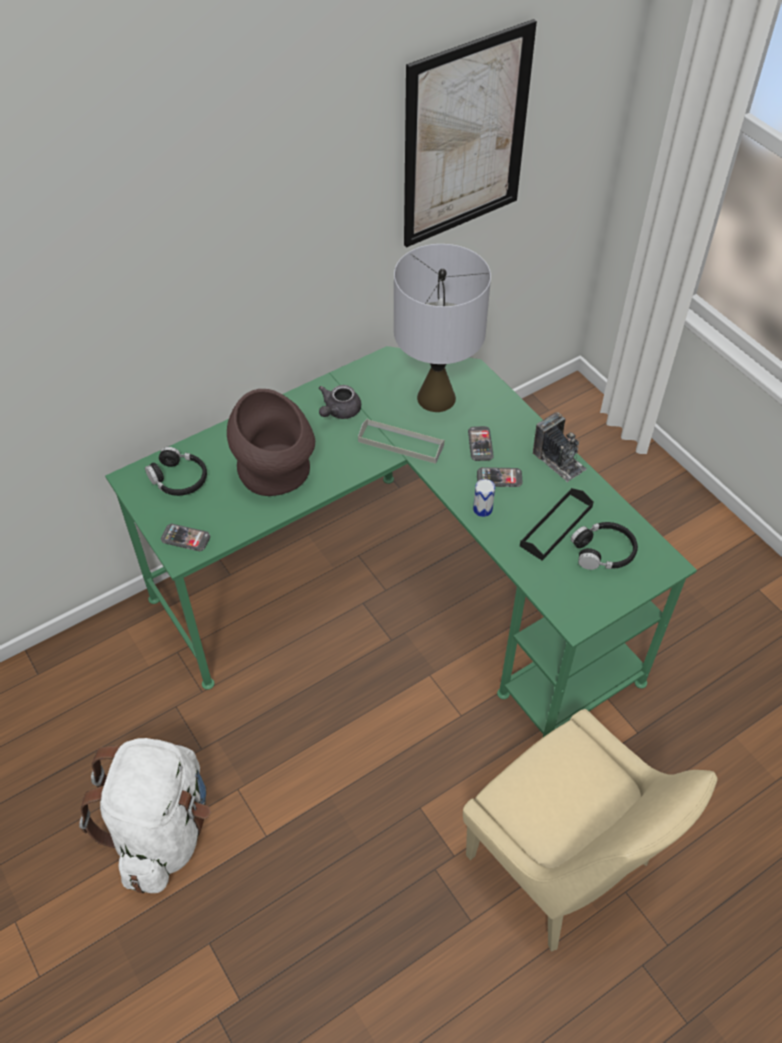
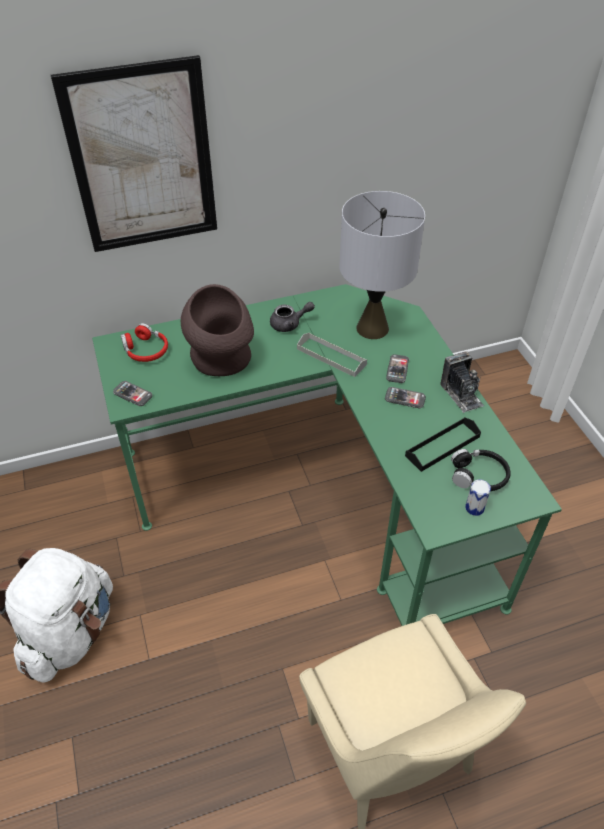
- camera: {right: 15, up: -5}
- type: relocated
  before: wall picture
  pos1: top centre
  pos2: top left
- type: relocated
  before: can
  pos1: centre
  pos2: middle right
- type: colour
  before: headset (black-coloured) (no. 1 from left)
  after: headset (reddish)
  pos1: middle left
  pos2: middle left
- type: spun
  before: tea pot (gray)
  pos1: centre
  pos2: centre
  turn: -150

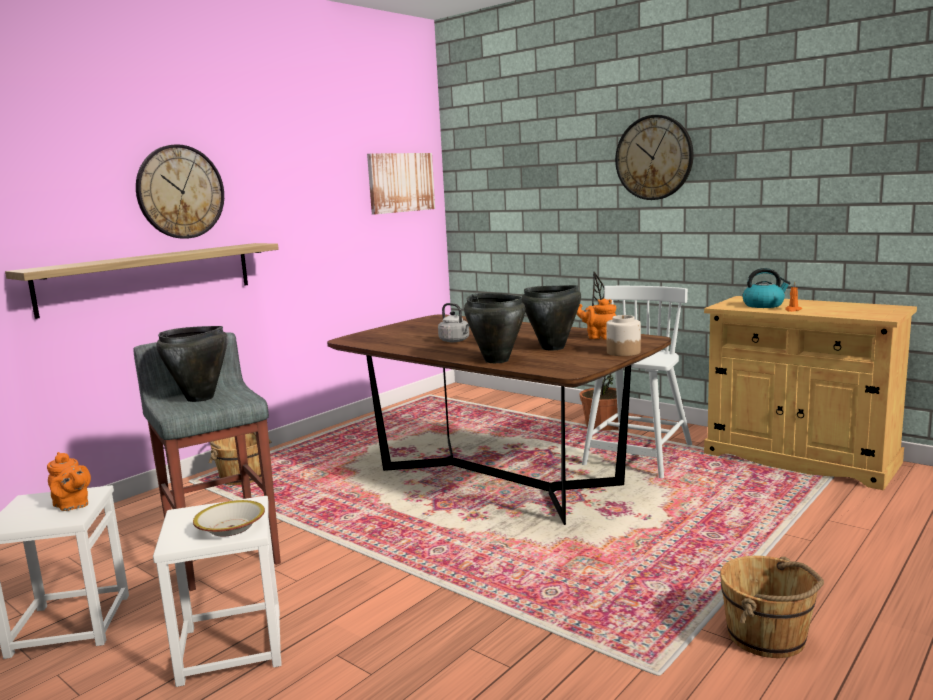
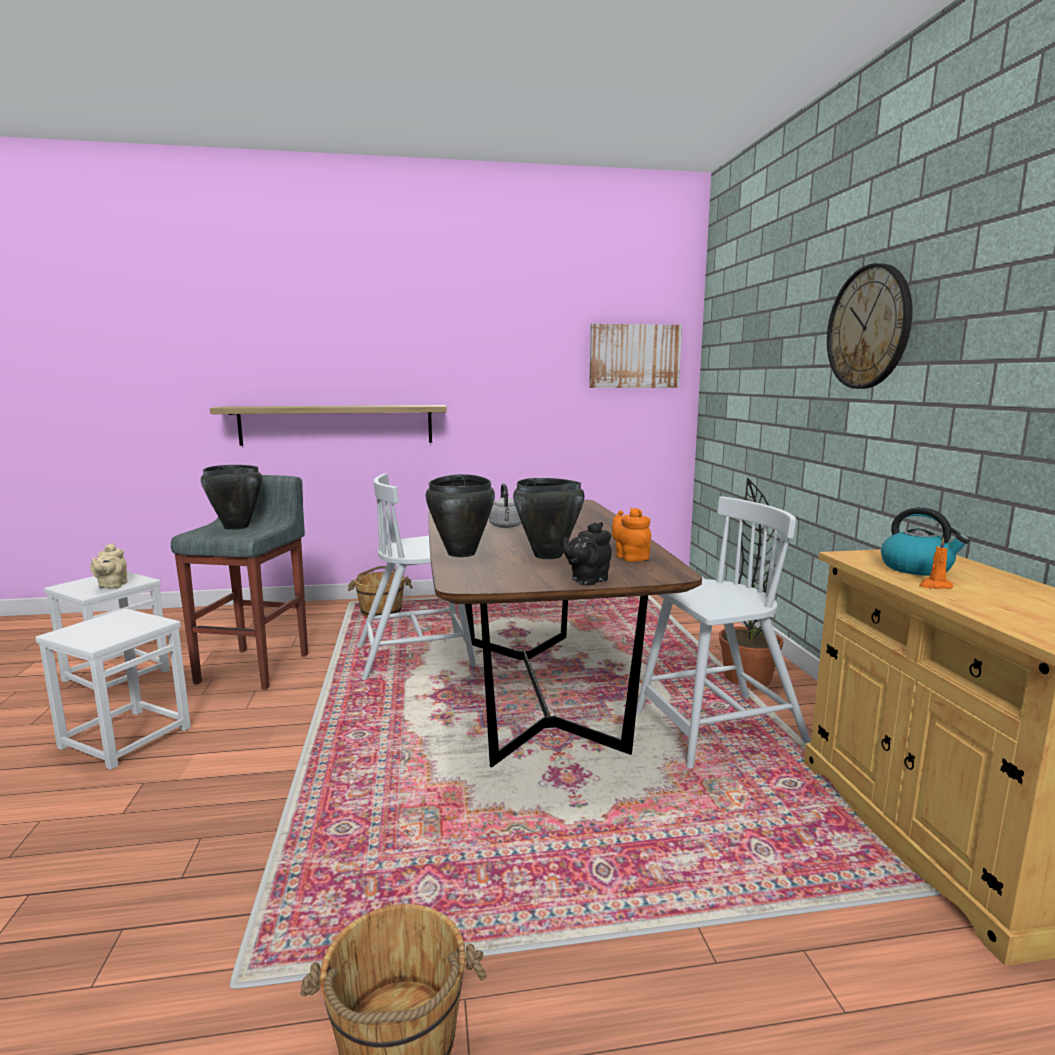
- camera: {right: 40, up: 0}
- type: missing
  before: hanging clock (no. 1 from left)
  pos1: top left
- type: missing
  before: serving bowl
  pos1: bottom left
- type: appeared
  after: plain chair (whitish) (no. 1 from left)
  pos2: centre
- type: exchanged
  before: preserve jar
  after: tea pot (black-coloured)
  pos1: middle right
  pos2: centre
- type: colour
  before: tea pot (orange-coloured) (no. 1 from left)
  after: tea pot (sand-coloured)
  pos1: bottom left
  pos2: middle left

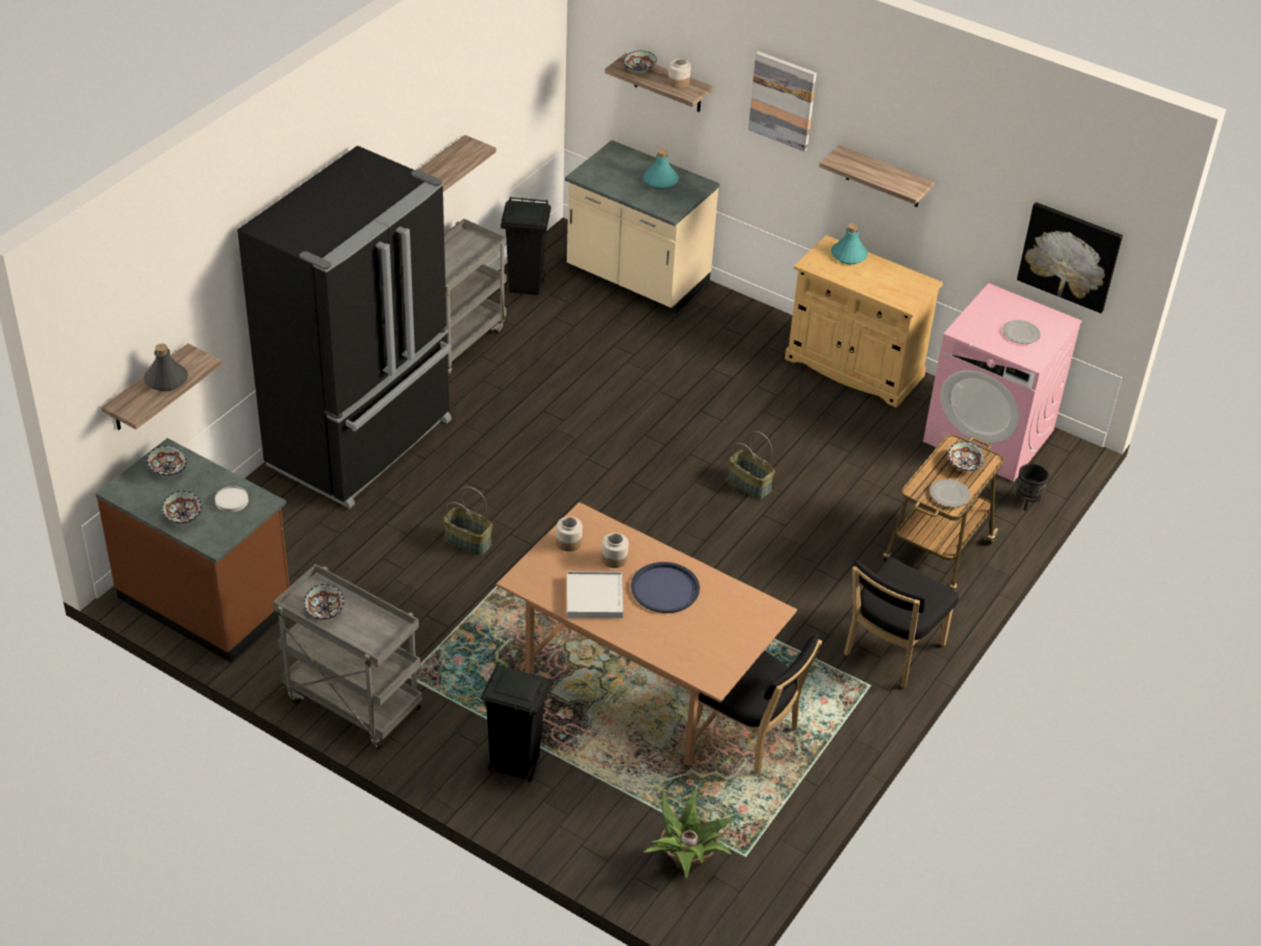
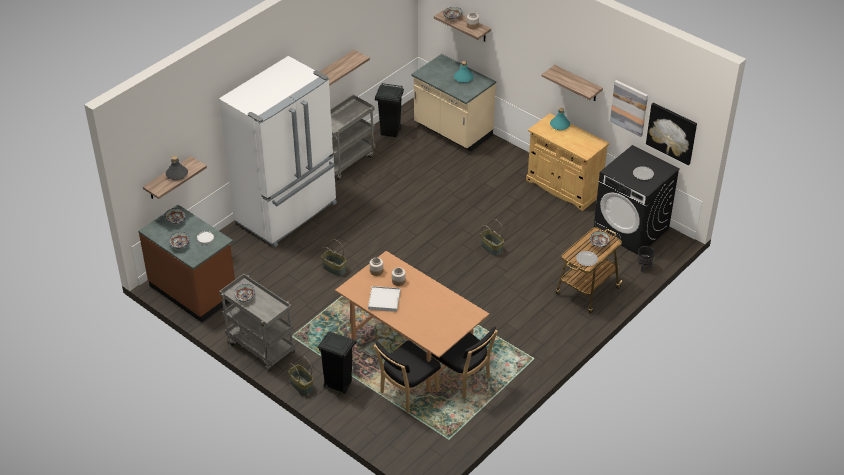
- camera: {right: 10, up: 0}
- type: missing
  before: carrying tray (blue)
  pos1: centre
- type: missing
  before: plant in a pot
  pos1: bottom centre
- type: appeared
  after: basket (no. 1 from left)
  pos2: bottom centre
- type: relocated
  before: wall picture (no. 1 from left)
  pos1: top centre
  pos2: top right
- type: relocated
  before: plain chair (black-coloured) (no. 2 from left in the first image)
  after: plain chair (black-coloured) (no. 1 from left)
  pos1: middle right
  pos2: bottom centre
- type: colour
  before: kitchen fridge (black-coloured)
  after: kitchen fridge (whitish)
  pos1: middle left
  pos2: top left
- type: colour
  before: washing machine (pink)
  after: washing machine (black-coloured)
  pos1: middle right
  pos2: middle right

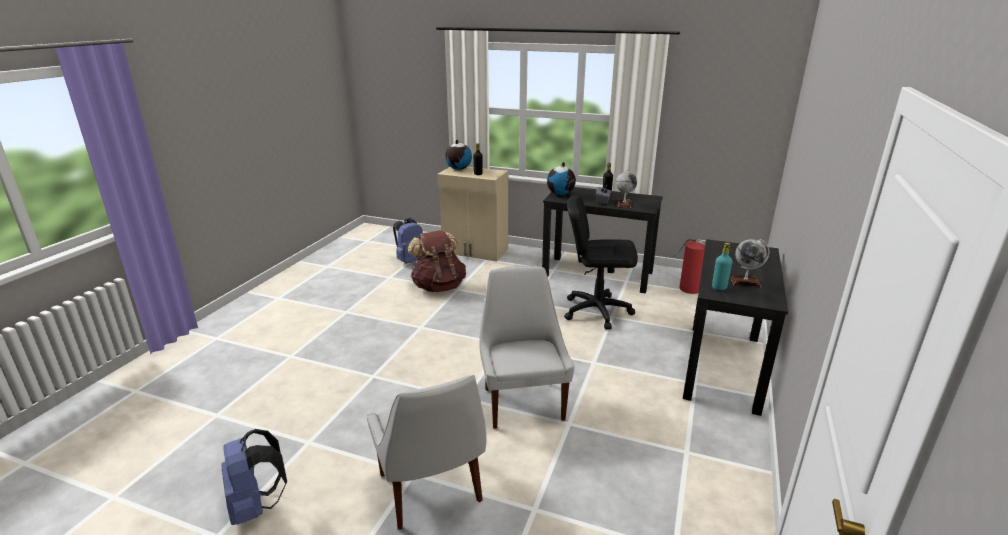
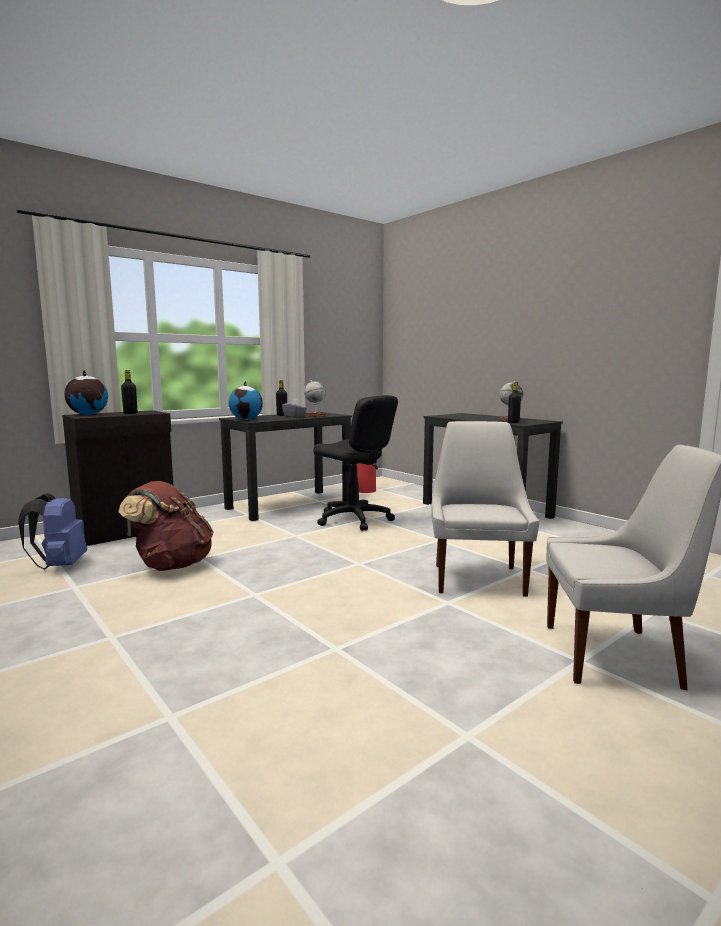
- camera: {right: -60, up: -15}
- type: missing
  before: knapsack (blue) (no. 1 from left)
  pos1: bottom left
- type: colour
  before: cabinet (sand-coloured)
  after: cabinet (black-coloured)
  pos1: centre
  pos2: middle left
- type: colour
  before: drink bottle (turquoise)
  after: drink bottle (black-coloured) (no. 3 from left)
  pos1: middle right
  pos2: middle right
- type: spun
  before: plain chair (whitish) (no. 2 from left in the first image)
  pos1: centre
  pos2: middle right
  turn: 75
- type: spun
  before: computer chair (black-coloured)
  pos1: centre
  pos2: centre
  turn: -90

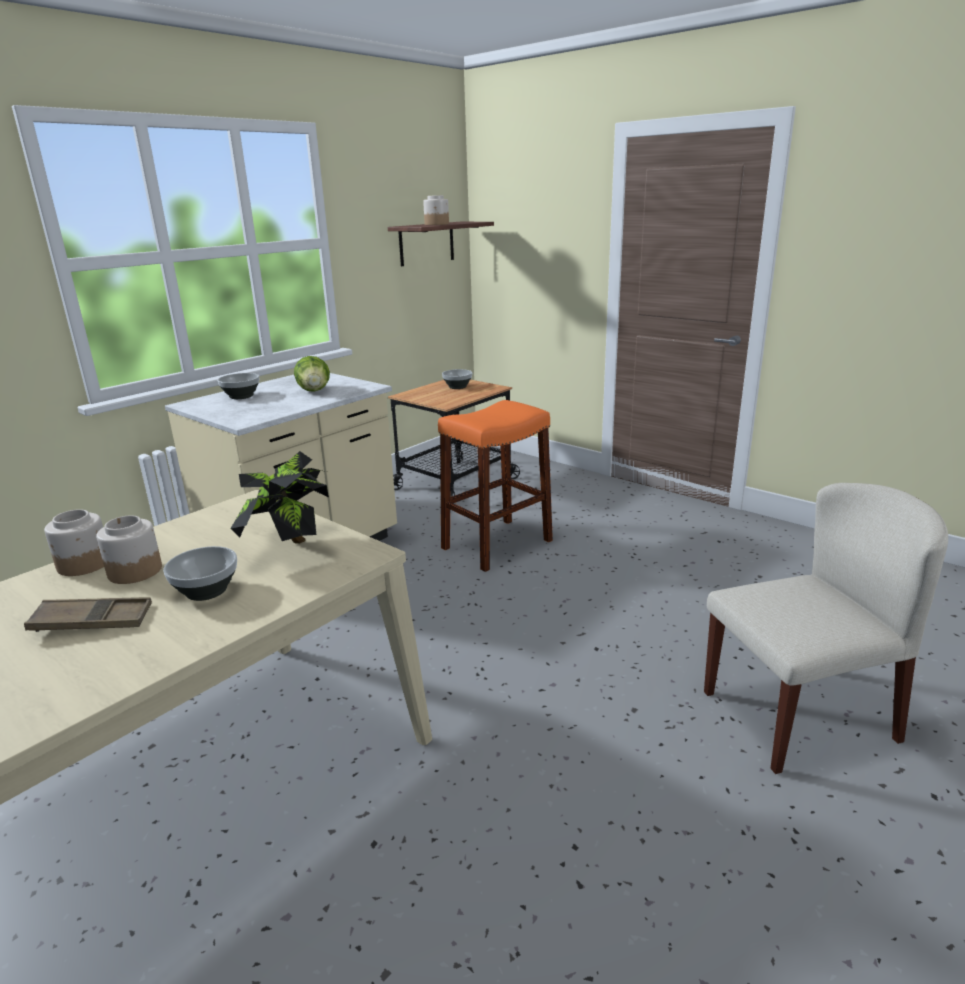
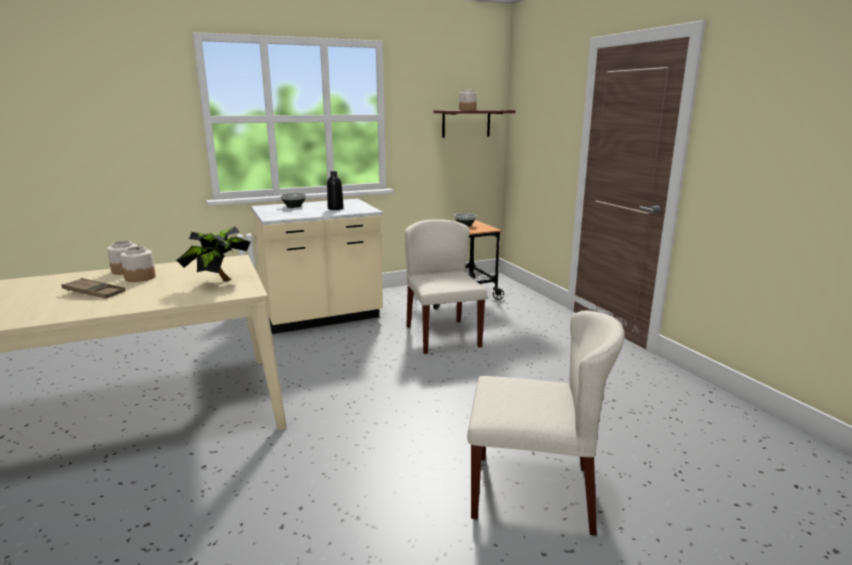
- camera: {right: 25, up: -5}
- type: missing
  before: serving bowl (no. 1 from left)
  pos1: middle left
- type: exchanged
  before: head of lettuce
  after: drink bottle (black-coloured)
  pos1: middle left
  pos2: centre
- type: exchanged
  before: stool seat (orange-coloured)
  after: plain chair (sand-coloured) (no. 1 from left)
  pos1: centre
  pos2: centre

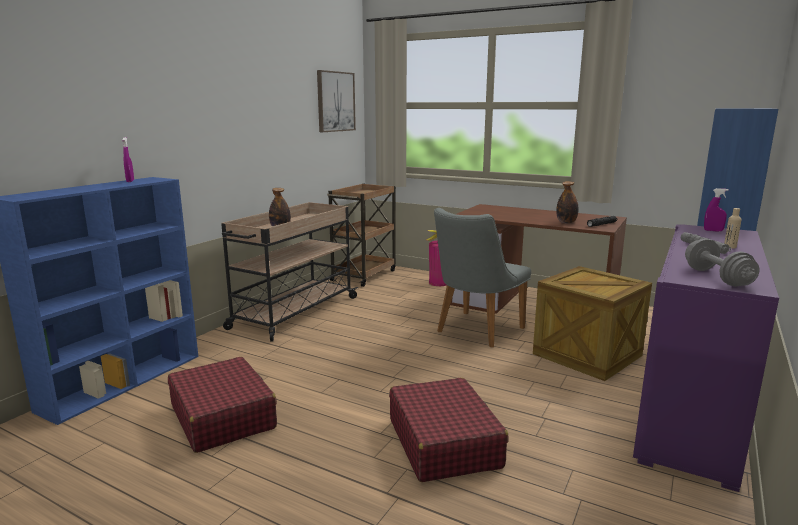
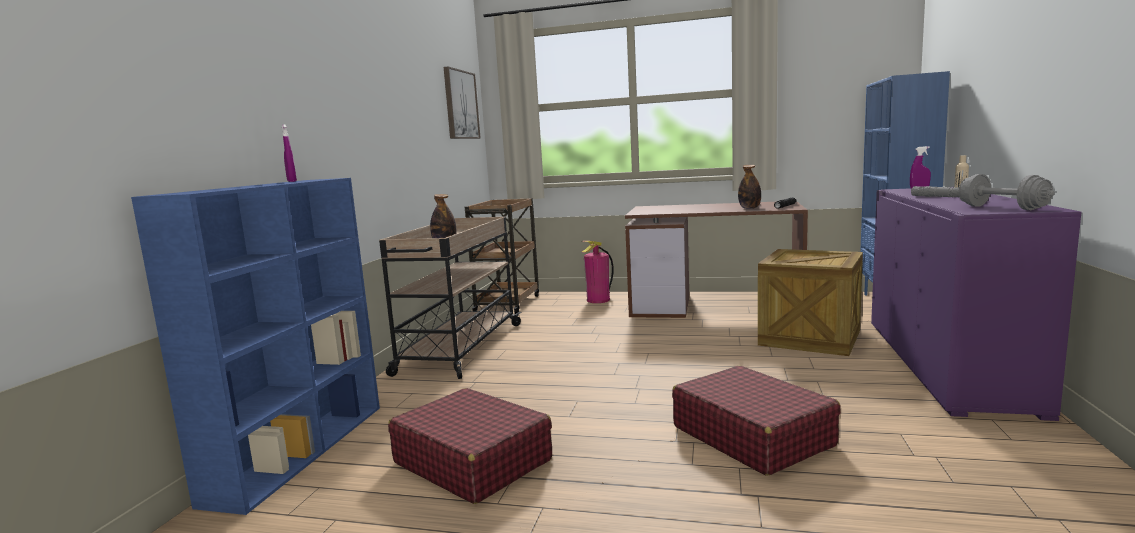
- camera: {right: -15, up: -5}
- type: missing
  before: plain chair (gray)
  pos1: centre

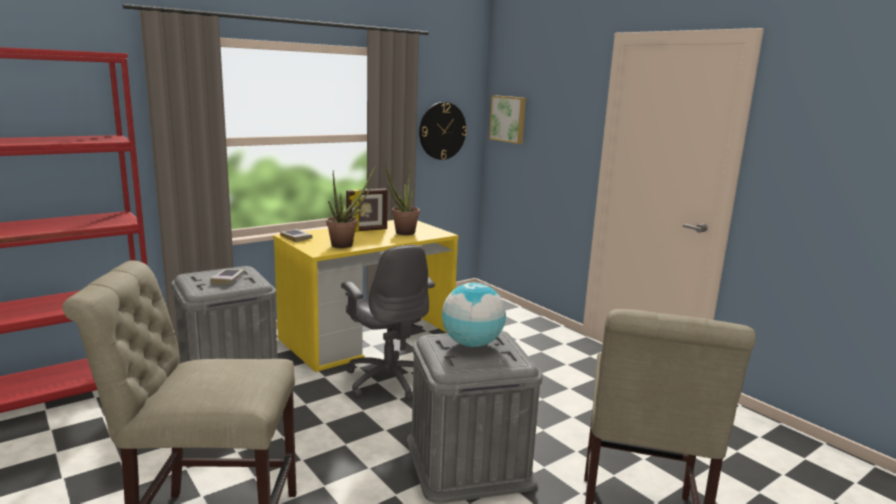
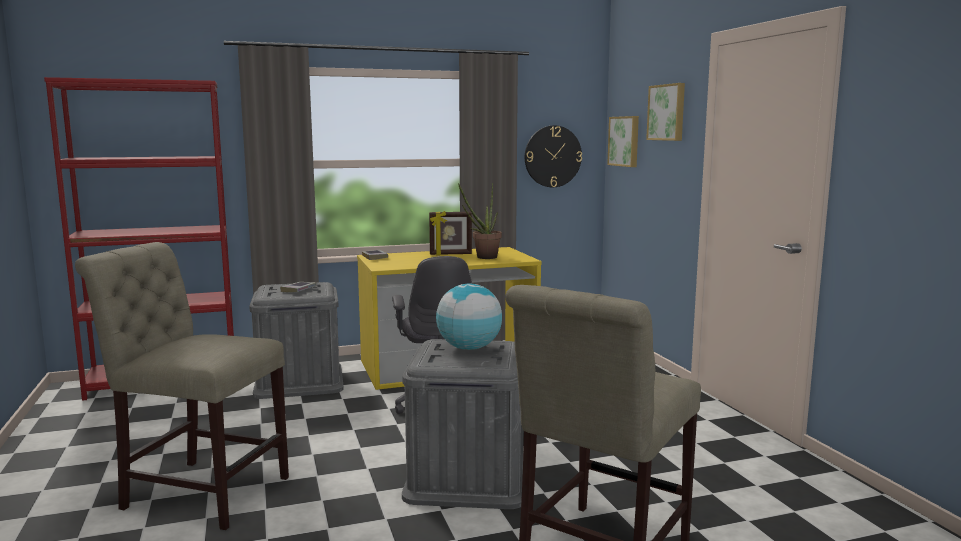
- camera: {right: 20, up: -5}
- type: missing
  before: plant in a pot (no. 1 from left)
  pos1: centre
- type: appeared
  after: wall picture (no. 2 from left)
  pos2: top right

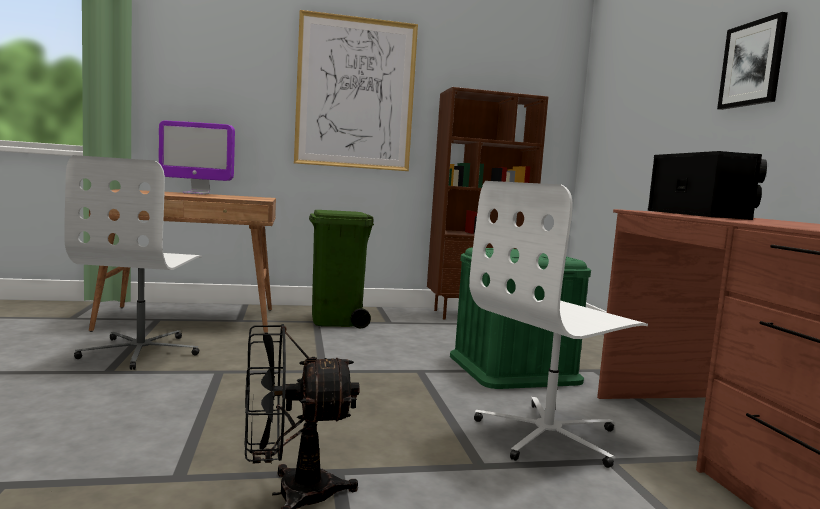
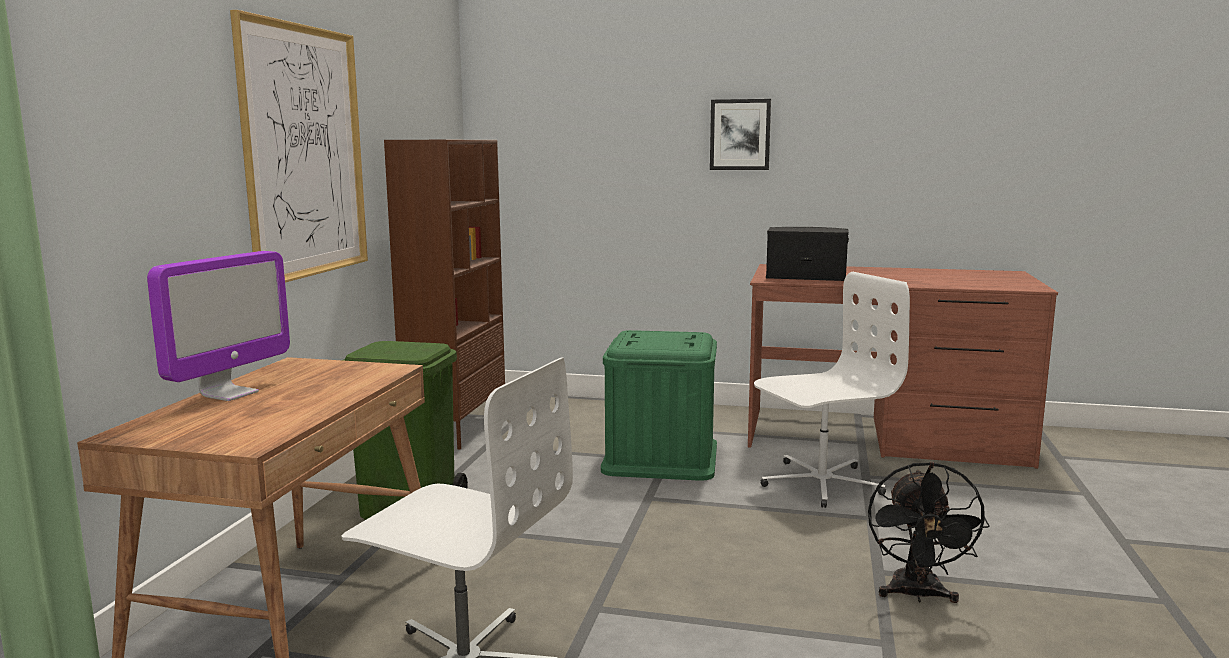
- camera: {right: -65, up: 5}
- type: spun
  before: computer chair (whitish) (no. 2 from left)
  pos1: middle right
  pos2: middle right
  turn: -105

